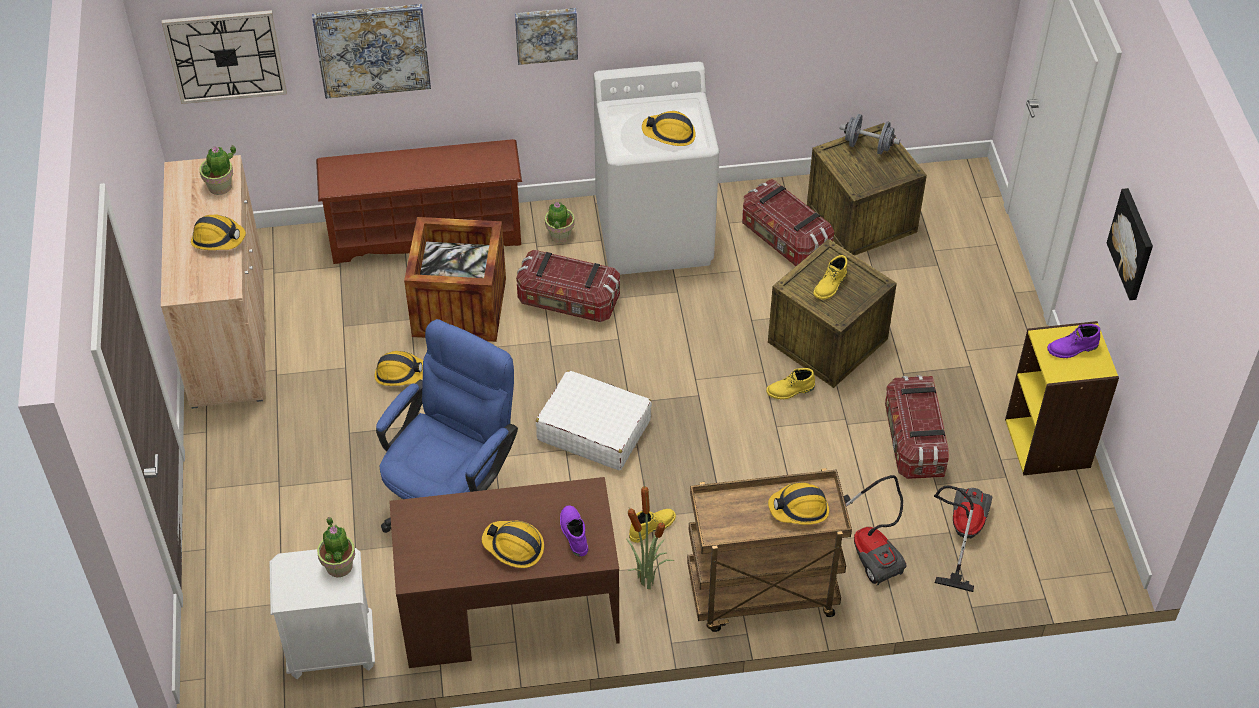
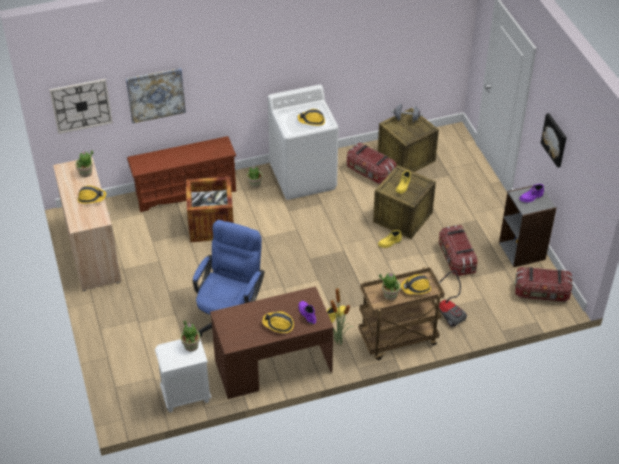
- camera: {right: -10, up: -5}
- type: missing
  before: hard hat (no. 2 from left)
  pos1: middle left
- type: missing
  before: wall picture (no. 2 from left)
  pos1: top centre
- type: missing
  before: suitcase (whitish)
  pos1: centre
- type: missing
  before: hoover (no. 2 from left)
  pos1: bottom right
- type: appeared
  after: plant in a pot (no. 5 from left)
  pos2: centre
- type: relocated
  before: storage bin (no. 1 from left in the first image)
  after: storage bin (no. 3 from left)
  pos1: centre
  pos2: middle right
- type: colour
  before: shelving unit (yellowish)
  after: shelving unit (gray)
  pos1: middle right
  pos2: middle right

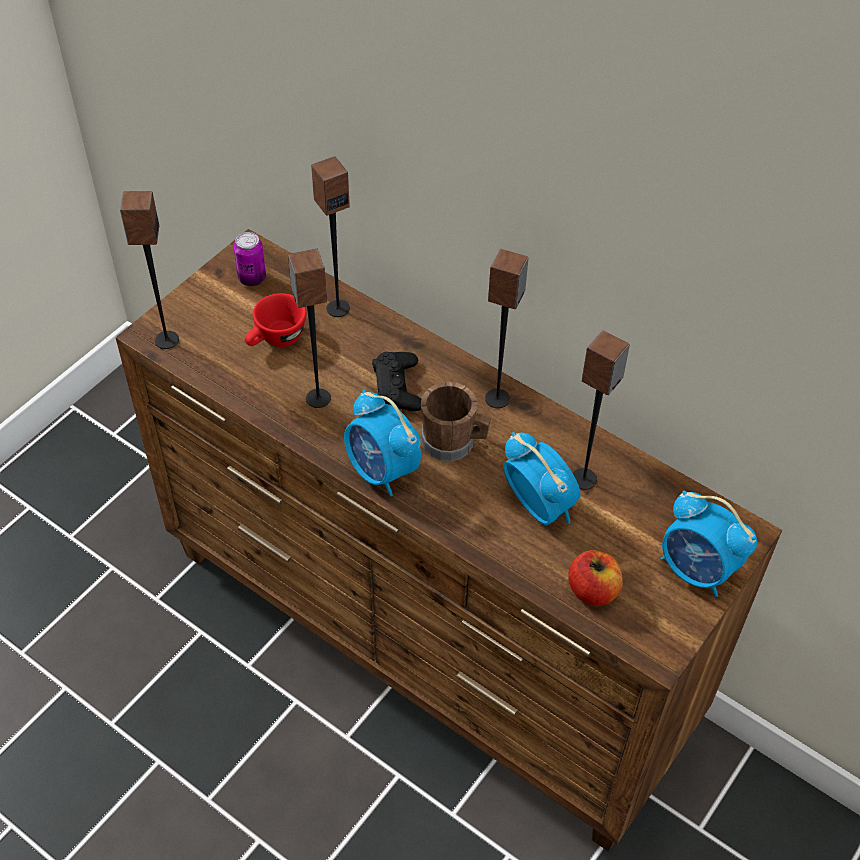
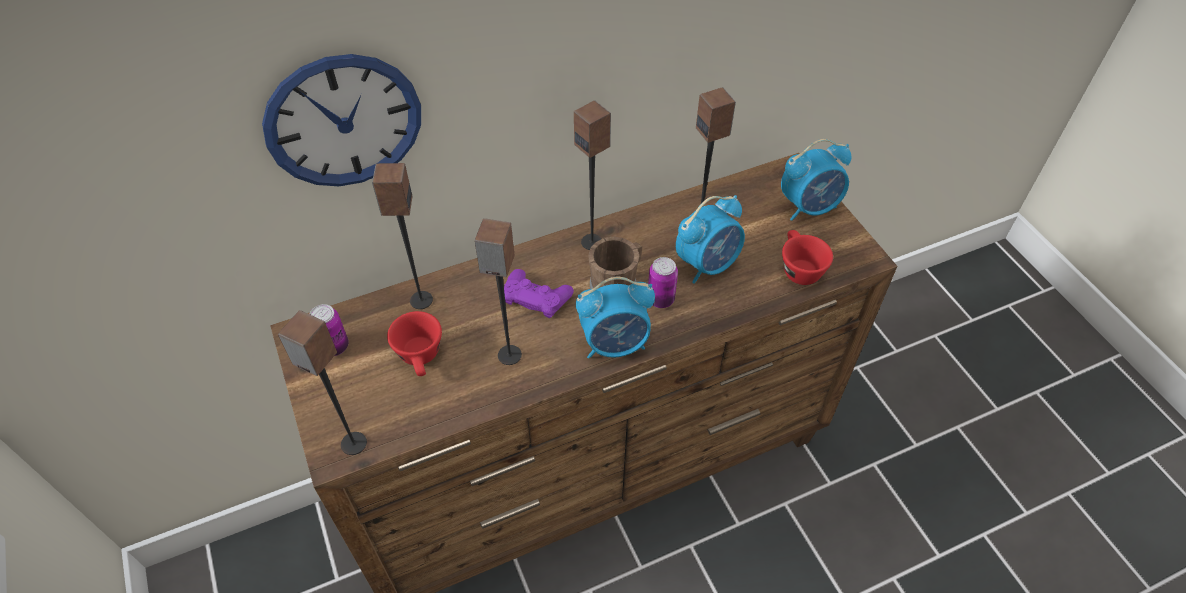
- camera: {right: -60, up: 0}
- type: appeared
  after: hanging clock
  pos2: top left
- type: appeared
  after: can (no. 2 from left)
  pos2: centre
- type: exchanged
  before: apple
  after: drinking cup (reddish) (no. 2 from left)
  pos1: bottom right
  pos2: middle right
- type: colour
  before: joypad (black-coloured)
  after: joypad (purple-coloured)
  pos1: centre
  pos2: centre
- type: spun
  before: bedside clock (no. 2 from left)
  pos1: centre
  pos2: centre
  turn: 150

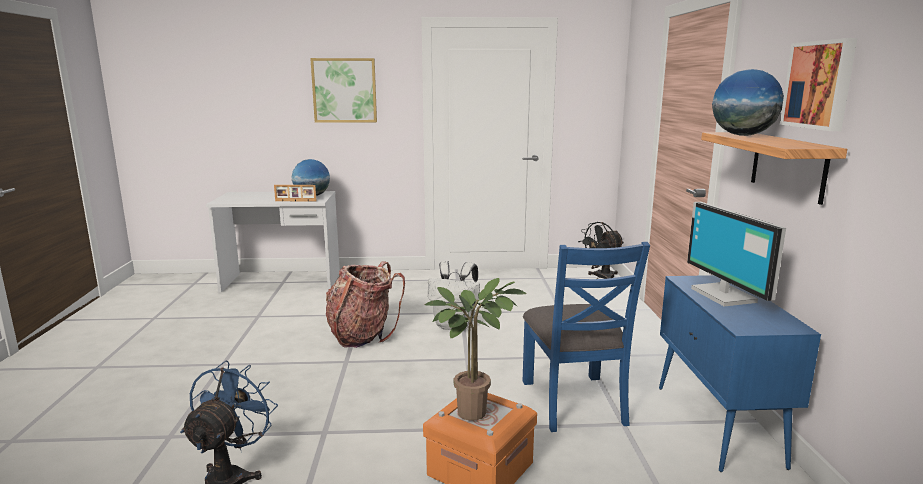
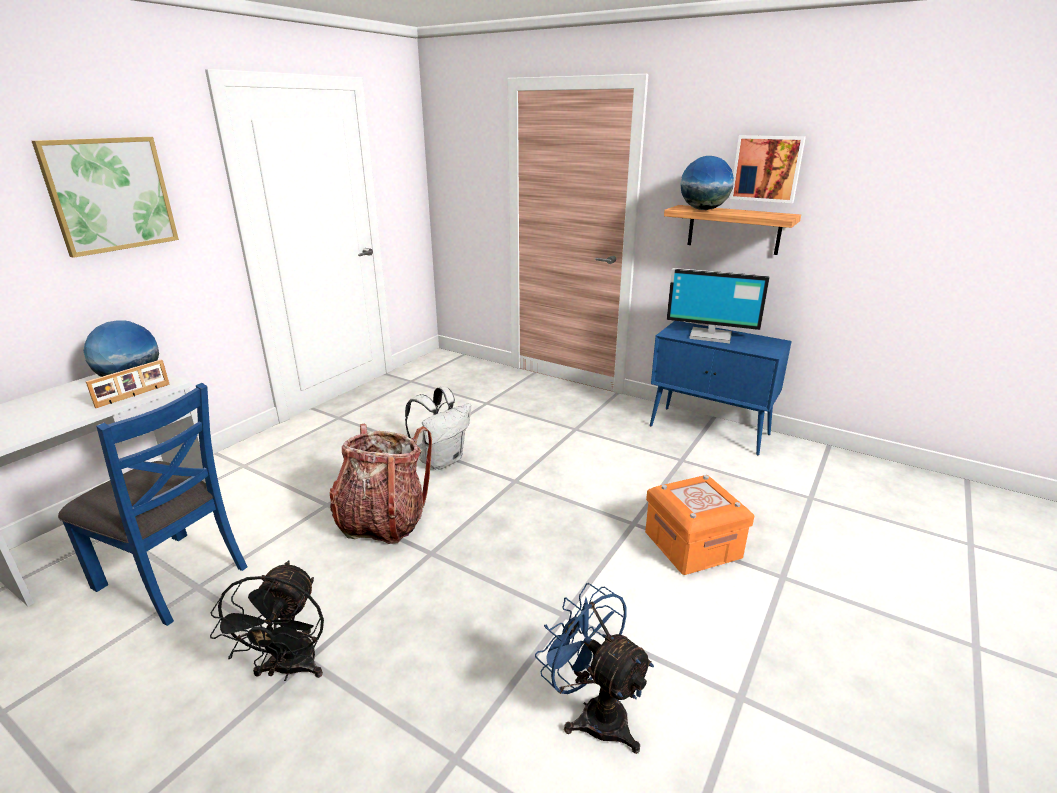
- camera: {right: -55, up: 10}
- type: missing
  before: plant in a pot
  pos1: bottom centre
- type: relocated
  before: plain chair (blue)
  pos1: bottom centre
  pos2: middle left
- type: relocated
  before: fan (black-coloured)
  pos1: centre
  pos2: bottom left

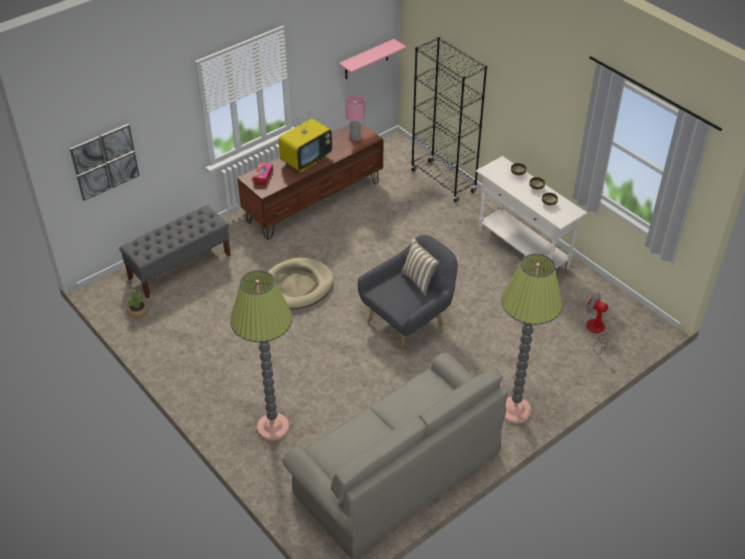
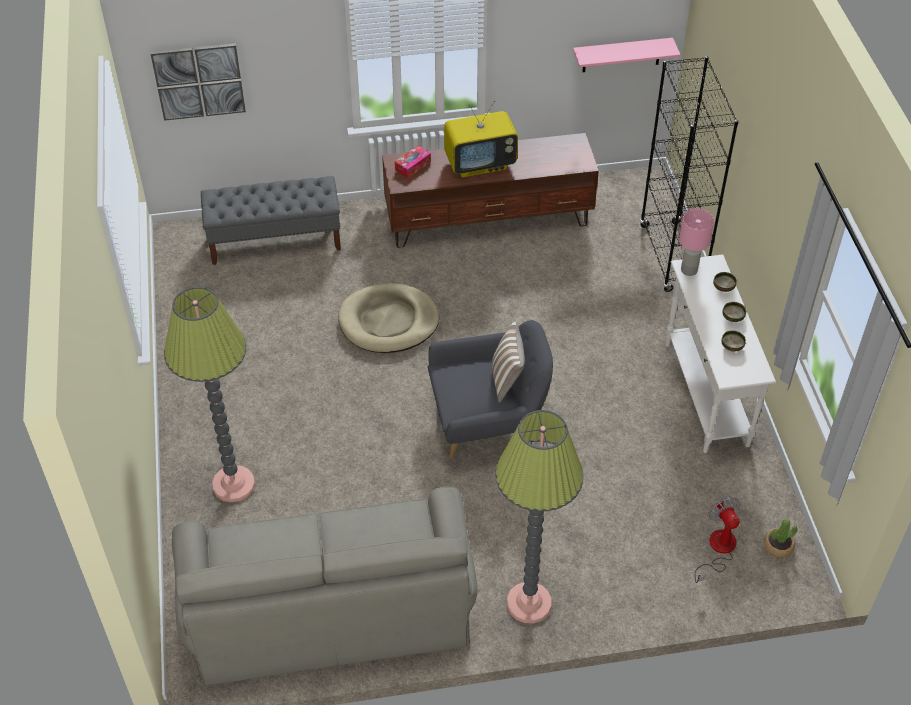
- camera: {right: 30, up: 5}
- type: relocated
  before: plant in a pot
  pos1: middle left
  pos2: bottom right
- type: relocated
  before: lamp for a table (pink)
  pos1: top centre
  pos2: middle right

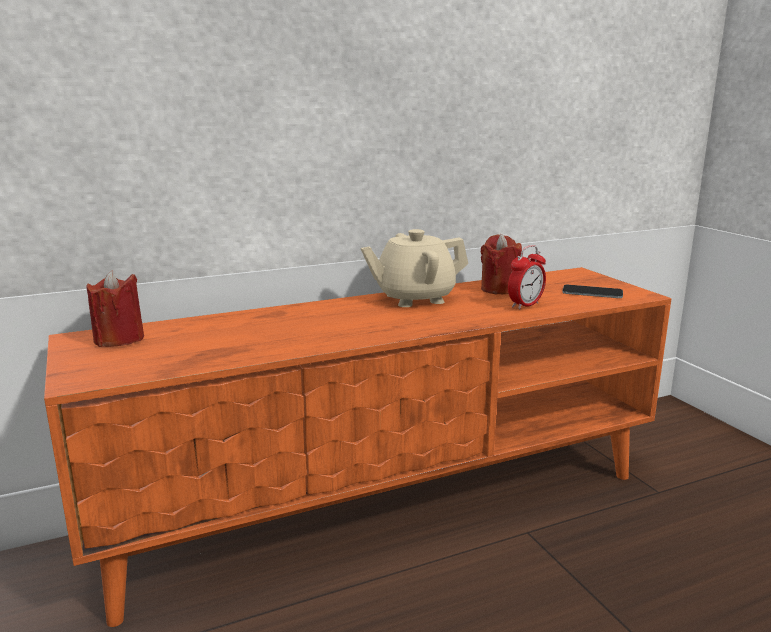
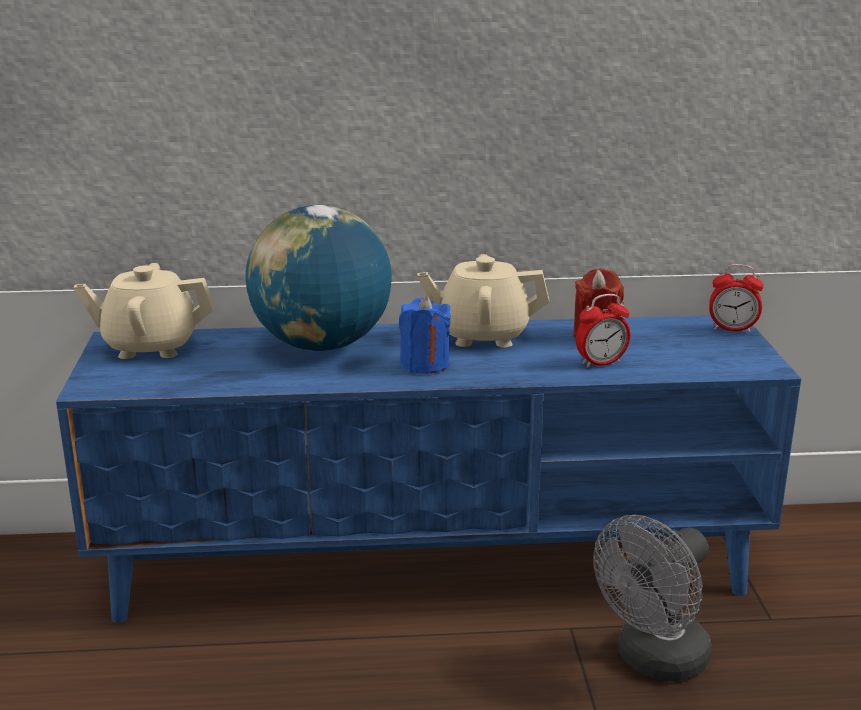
- camera: {right: 20, up: 5}
- type: missing
  before: handset
  pos1: middle right
- type: appeared
  after: globe
  pos2: centre
- type: appeared
  after: candle (blue)
  pos2: centre
- type: appeared
  after: fan (gray)
  pos2: bottom right
- type: appeared
  after: bedside clock (no. 2 from left)
  pos2: middle right
- type: exchanged
  before: candle (reddish) (no. 1 from left)
  after: tea pot (sand-coloured) (no. 1 from left)
  pos1: middle left
  pos2: middle left
- type: colour
  before: tv stand (orange-coloured)
  after: tv stand (blue)
  pos1: bottom centre
  pos2: centre

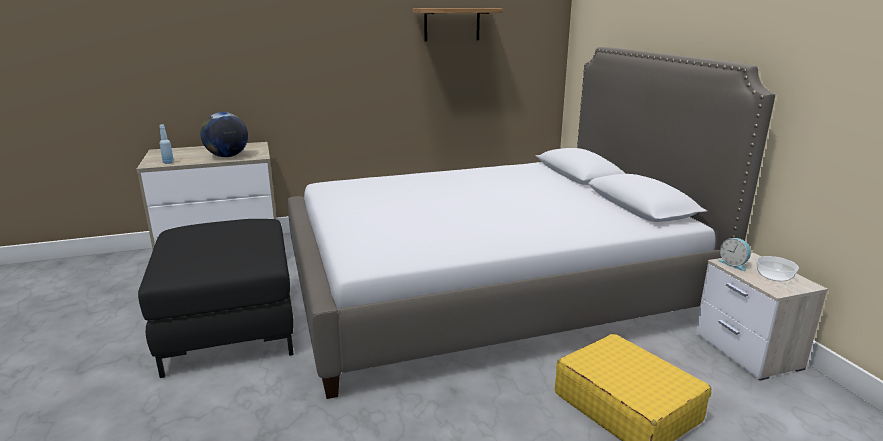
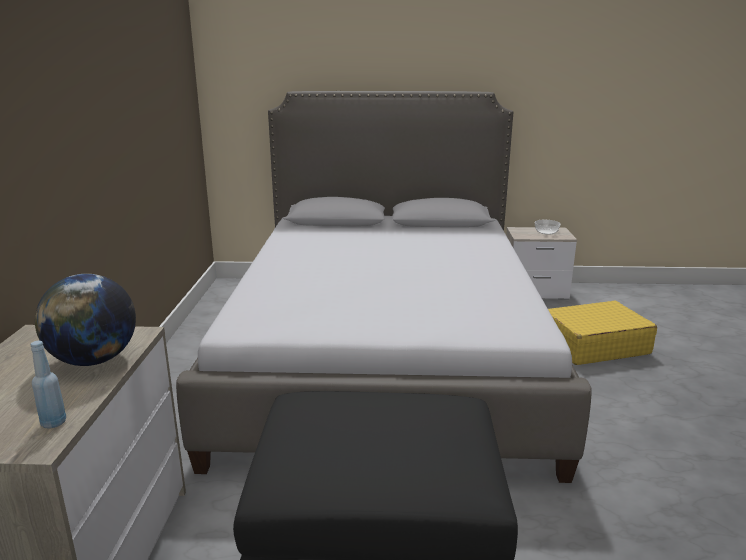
- camera: {right: -70, up: 0}
- type: missing
  before: shelf
  pos1: top centre
- type: missing
  before: bedside clock
  pos1: middle right

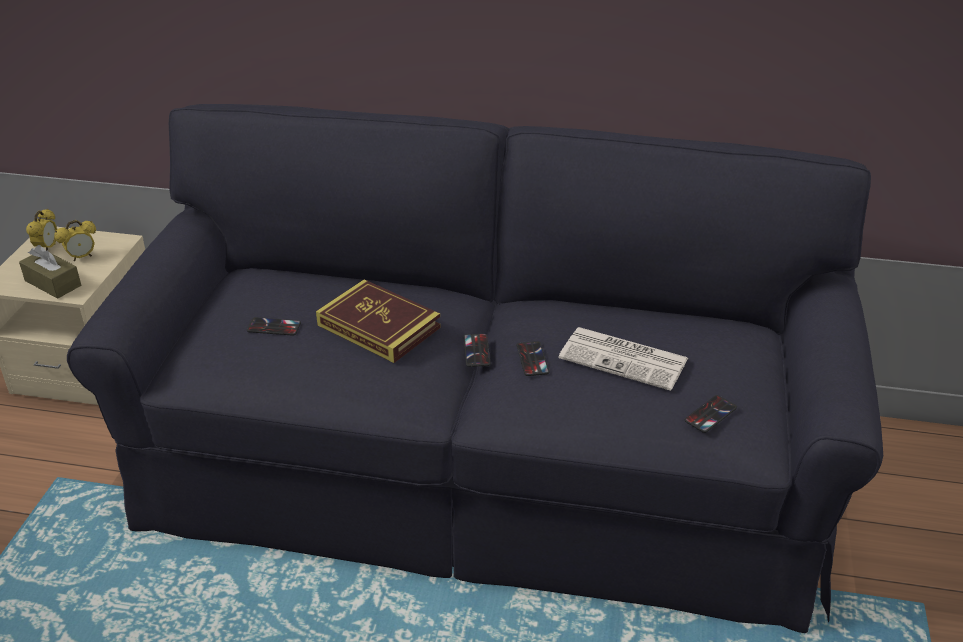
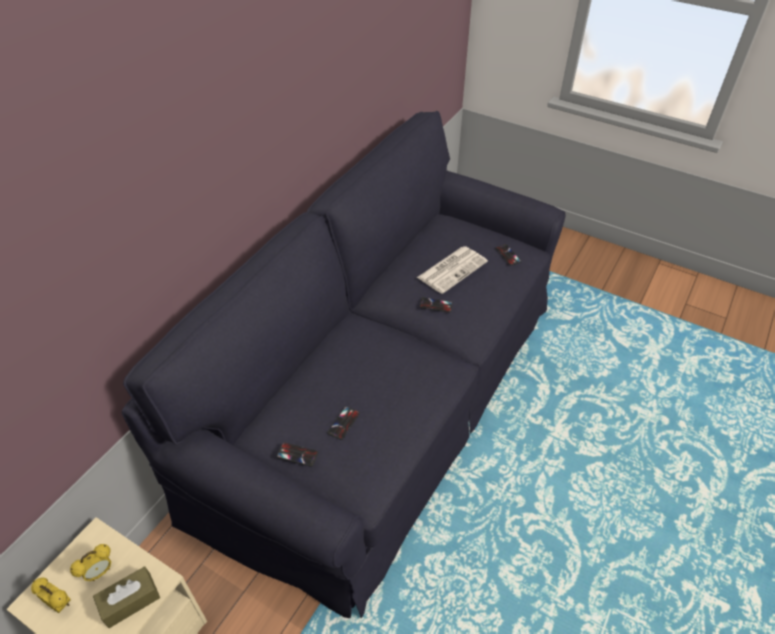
- camera: {right: -70, up: 10}
- type: missing
  before: bound book
  pos1: centre
- type: relocated
  before: handset (no. 2 from left in the first image)
  after: handset (no. 1 from left)
  pos1: centre
  pos2: bottom centre
- type: spun
  before: bedside clock (no. 2 from left)
  pos1: middle left
  pos2: bottom left
  turn: 60

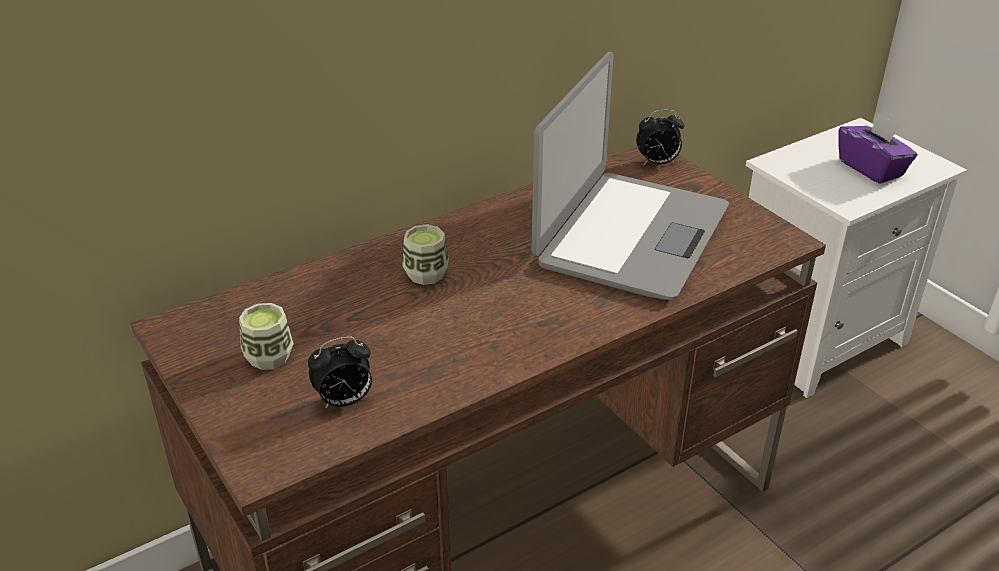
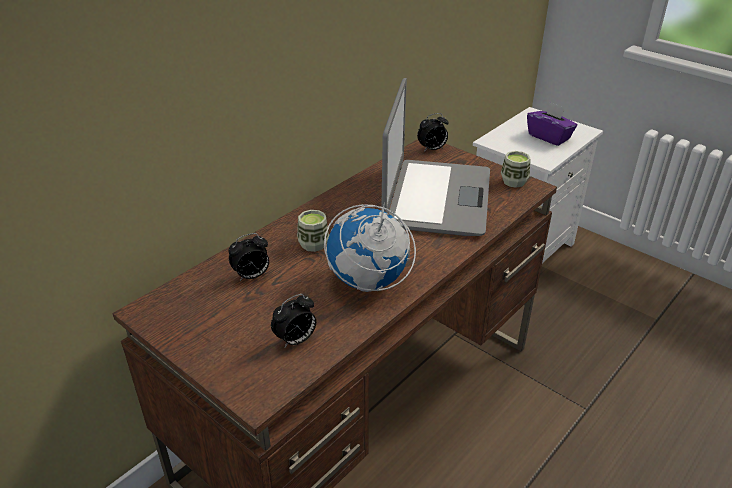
- camera: {right: -15, up: 0}
- type: appeared
  after: bedside clock (no. 1 from left)
  pos2: centre
- type: appeared
  after: globe
  pos2: centre
- type: relocated
  before: drinking cup (no. 1 from left in the first image)
  after: drinking cup (no. 2 from left)
  pos1: middle left
  pos2: middle right

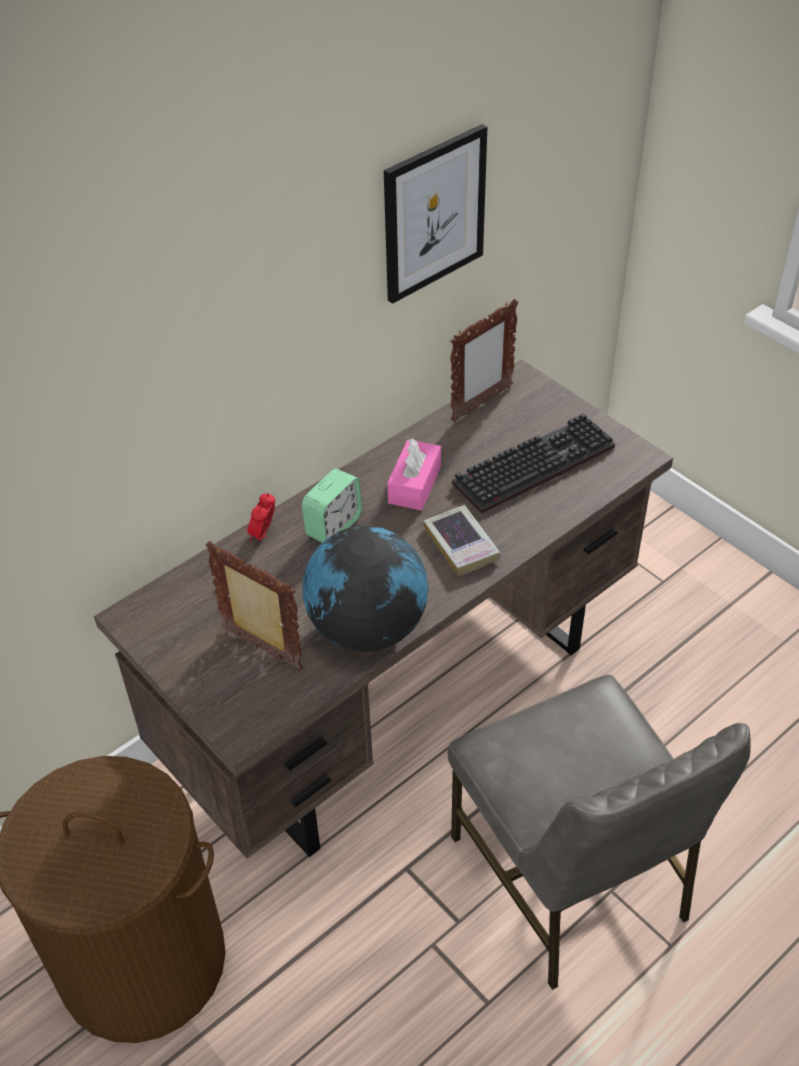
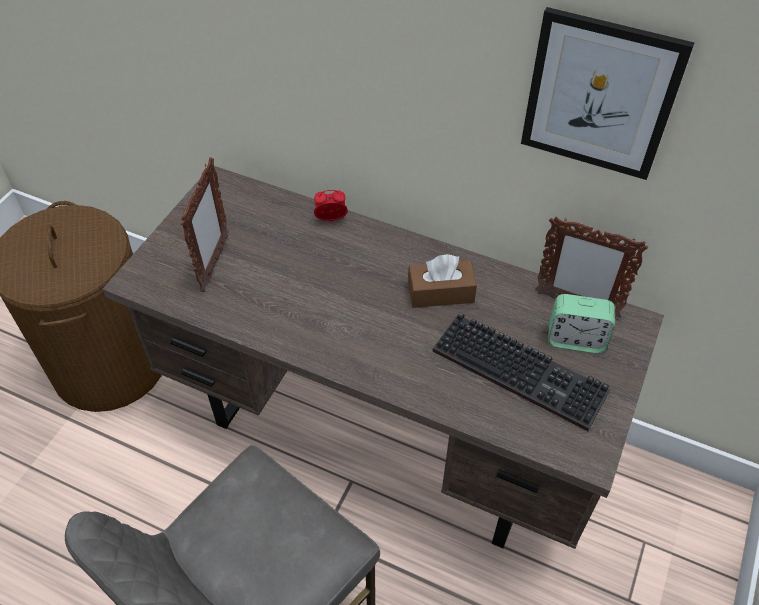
- camera: {right: 65, up: 5}
- type: missing
  before: globe
  pos1: centre
- type: missing
  before: bound book
  pos1: centre
- type: relocated
  before: bedside clock (no. 2 from left)
  pos1: centre
  pos2: middle right
- type: colour
  before: tissue holder (pink)
  after: tissue holder (brown-coloured)
  pos1: centre
  pos2: centre

